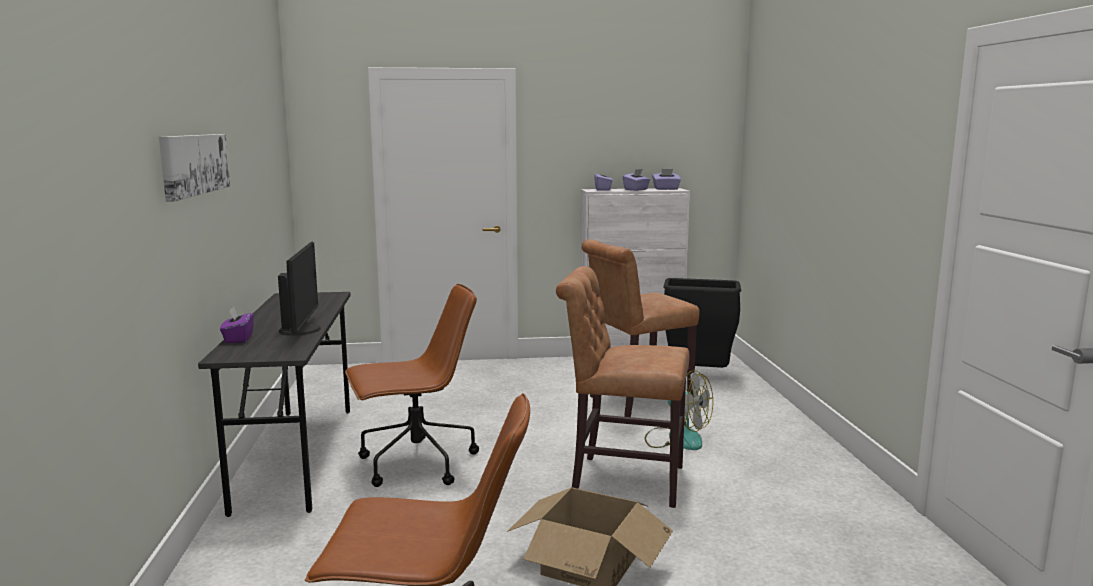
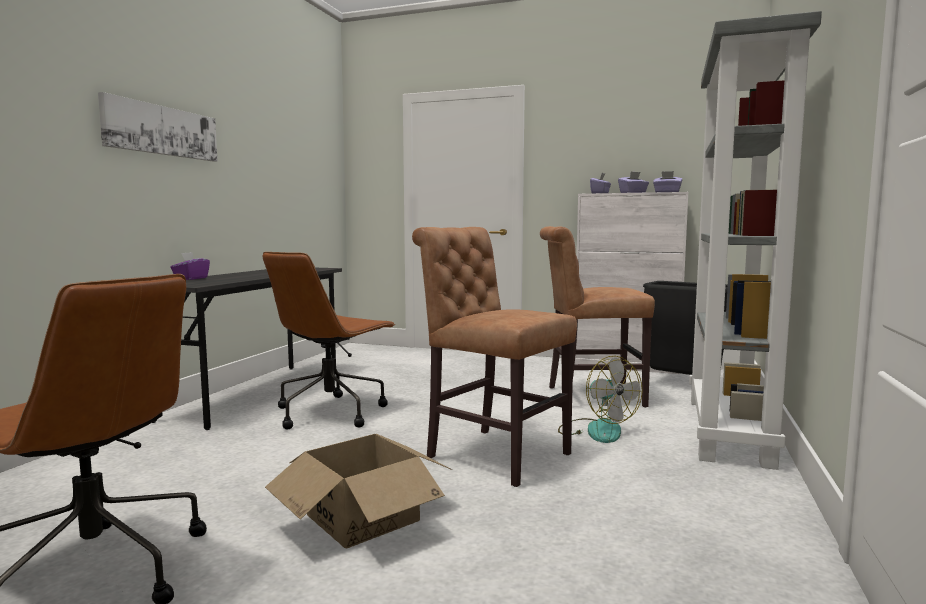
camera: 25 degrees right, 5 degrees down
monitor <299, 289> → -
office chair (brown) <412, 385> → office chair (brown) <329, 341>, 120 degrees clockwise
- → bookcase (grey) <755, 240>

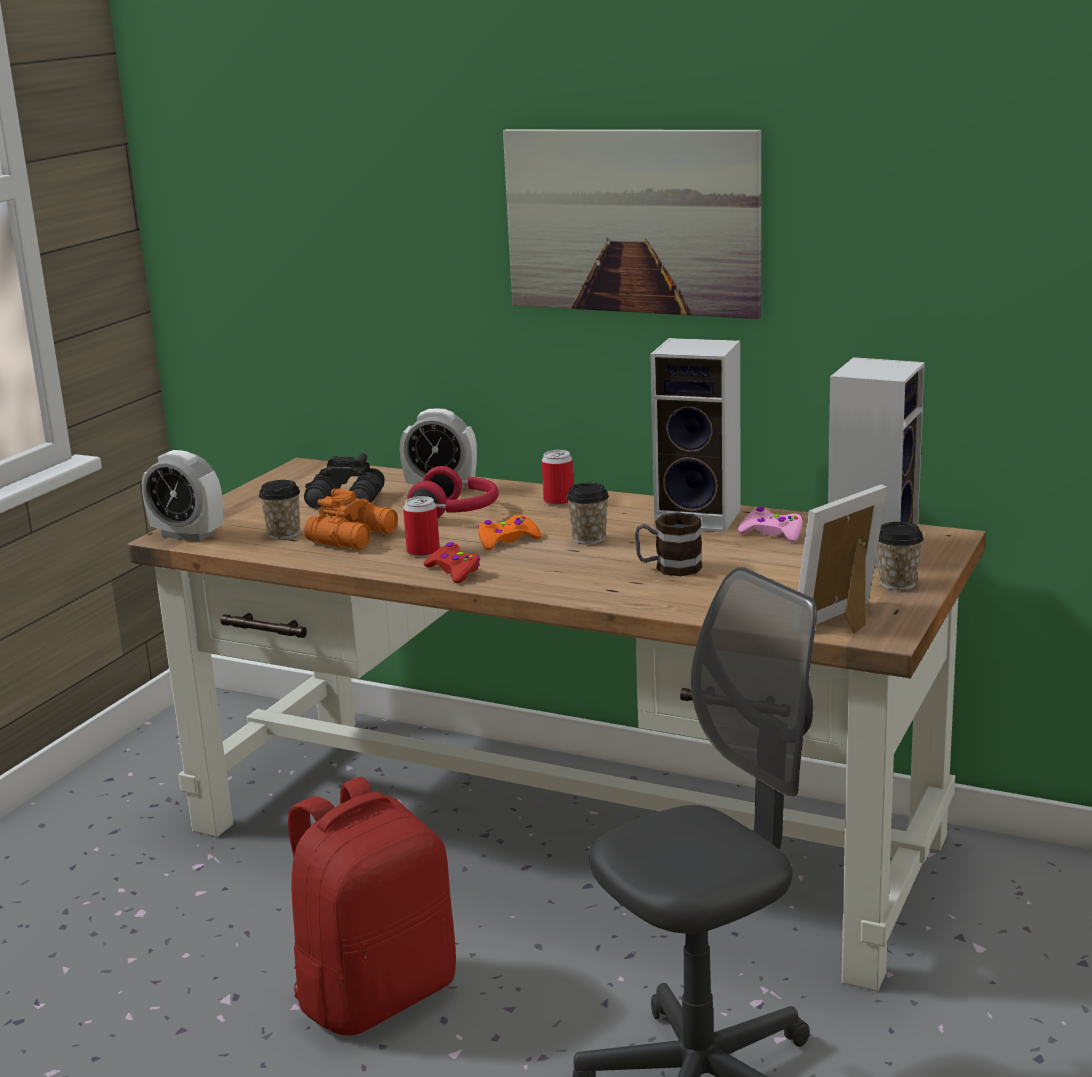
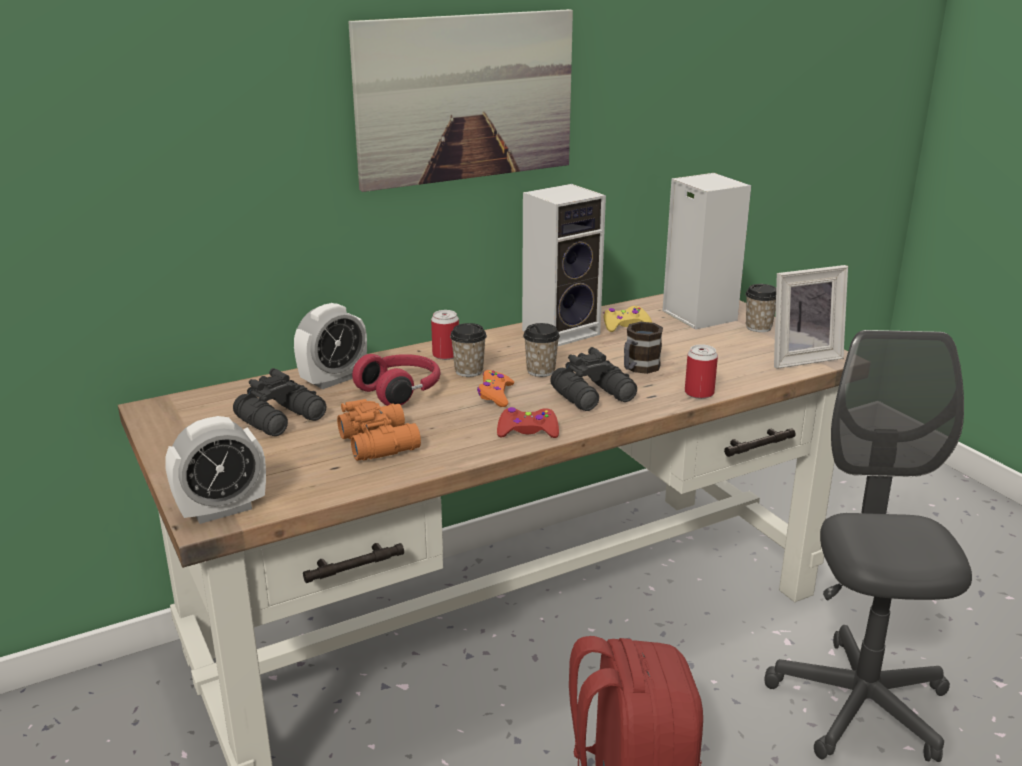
camera: 55 degrees left, 5 degrees up
cup <279, 510> → cup <468, 350>, relocated
picture frame <842, 558> → picture frame <811, 317>, 105 degrees counterclockwise
can <421, 526> → can <701, 371>, relocated
game controller (pink) <770, 524> → game controller (yellow) <628, 319>
- → binoculars (black) <593, 379>

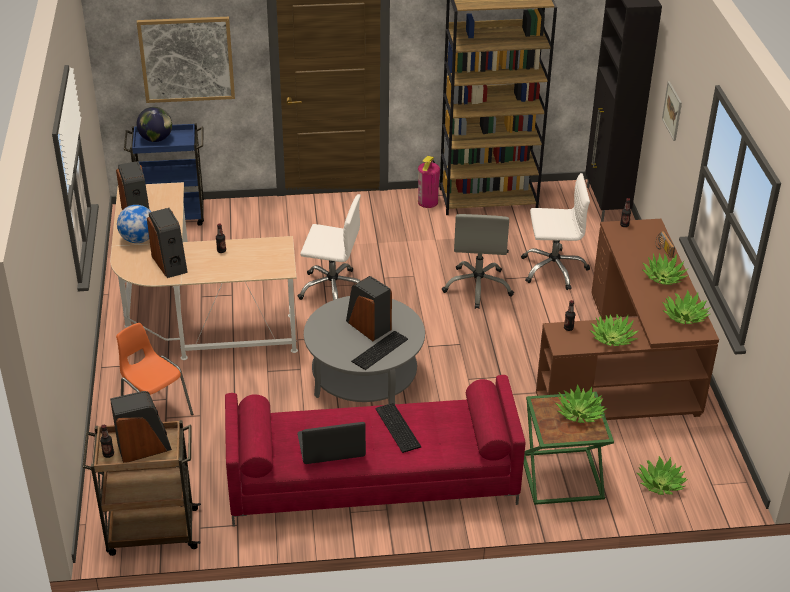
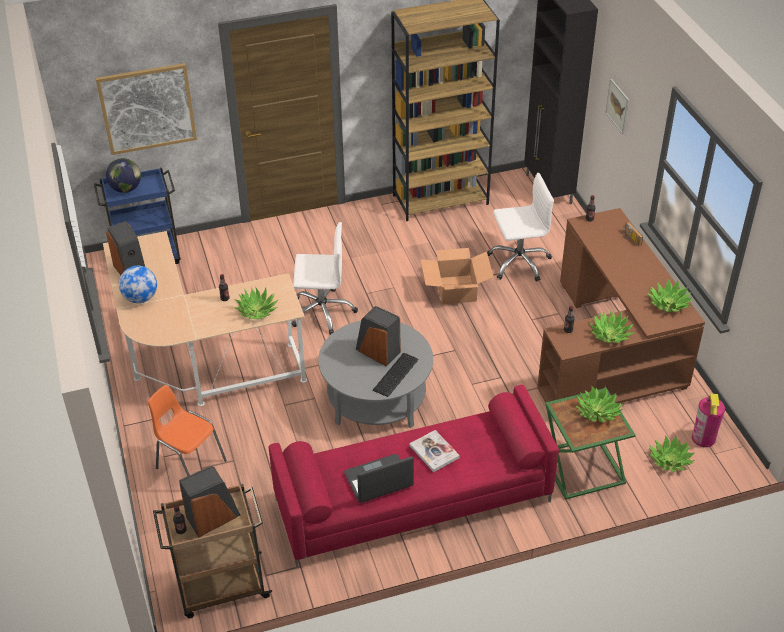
camera: 10 degrees left, 5 degrees up
fire extinguisher <429, 182> → fire extinguisher <708, 420>, relocated
speaker <167, 243> → -
office chair (grey) <478, 261> → cardboard box <456, 276>
potted plant <665, 269> → potted plant <256, 303>, relocated
keyboard <398, 428> → book <435, 451>

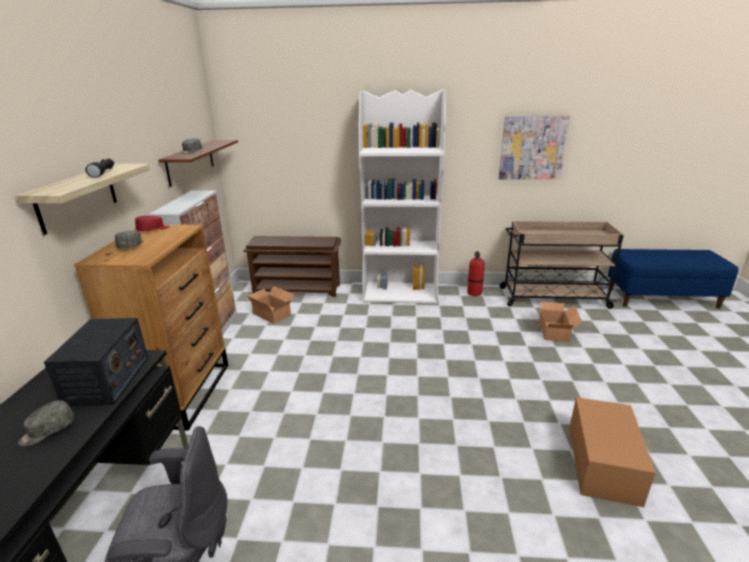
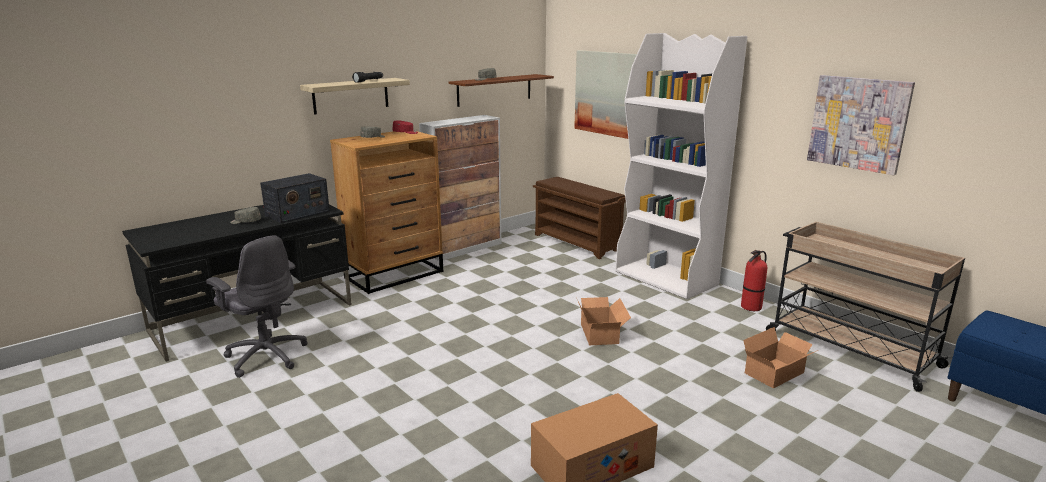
camera: 45 degrees right, 5 degrees down
cardboard box <271, 305> → cardboard box <603, 321>, relocated
- → picture <605, 94>

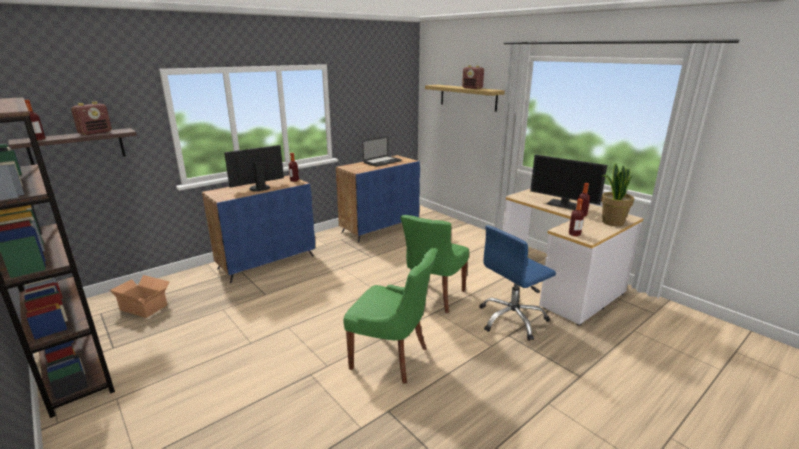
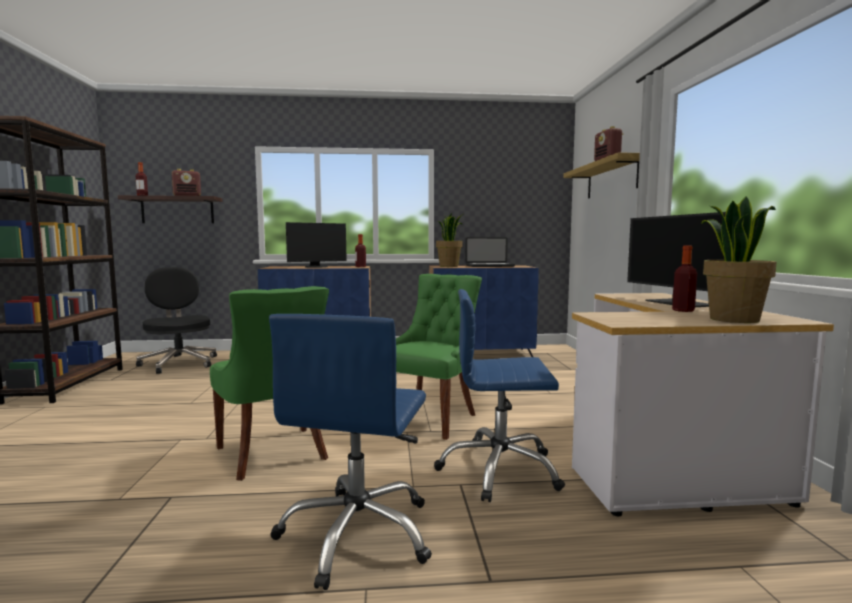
camera: 35 degrees right, 15 degrees down
monitor <254, 168> → monitor <316, 245>, 150 degrees clockwise
bottle <576, 217> → -
chair (green) <435, 264> → chair (green) <439, 357>, 150 degrees clockwise
cardboard box <139, 296> → office chair (black) <176, 320>
- → potted plant <449, 240>
- → office chair (blue) <350, 452>

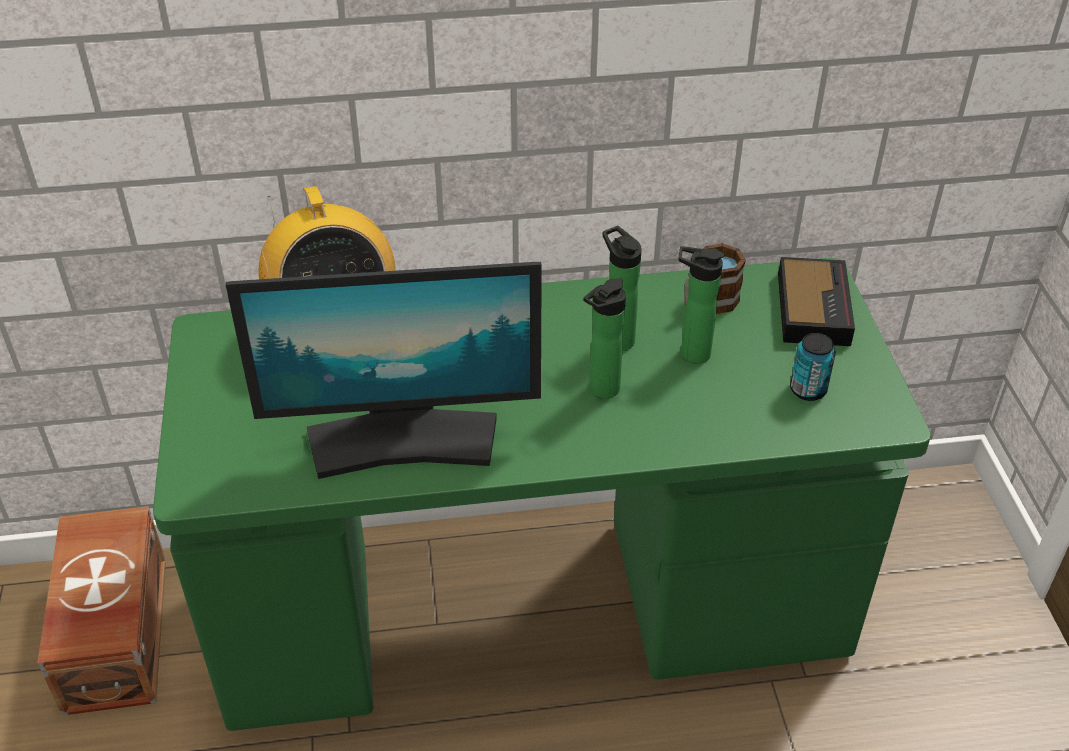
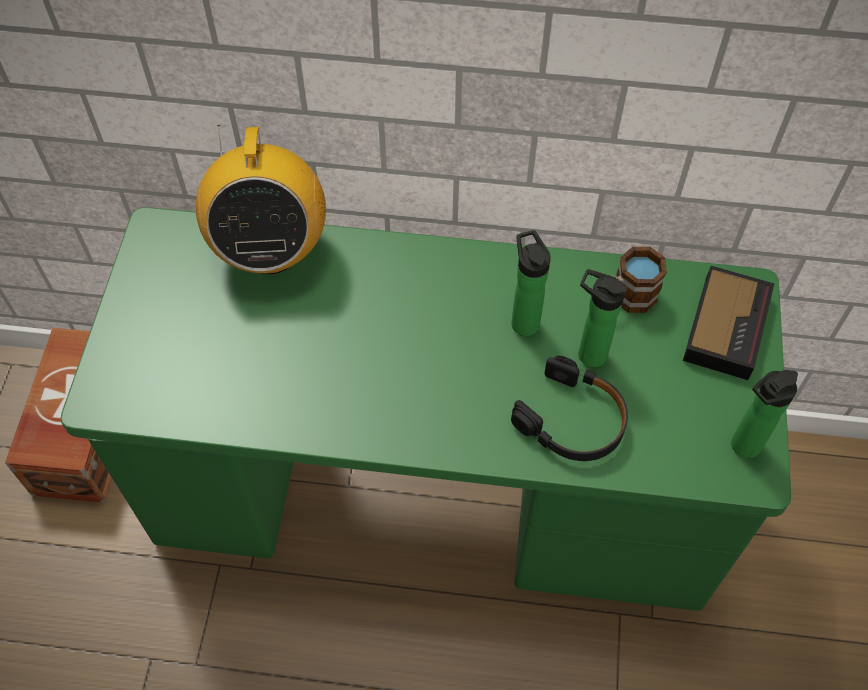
camera: 15 degrees right, 15 degrees up
monitor <384, 370> → -
bottle <604, 338> → bottle <764, 414>, relocated
can <813, 367> → -
- → headphones (black) <569, 408>

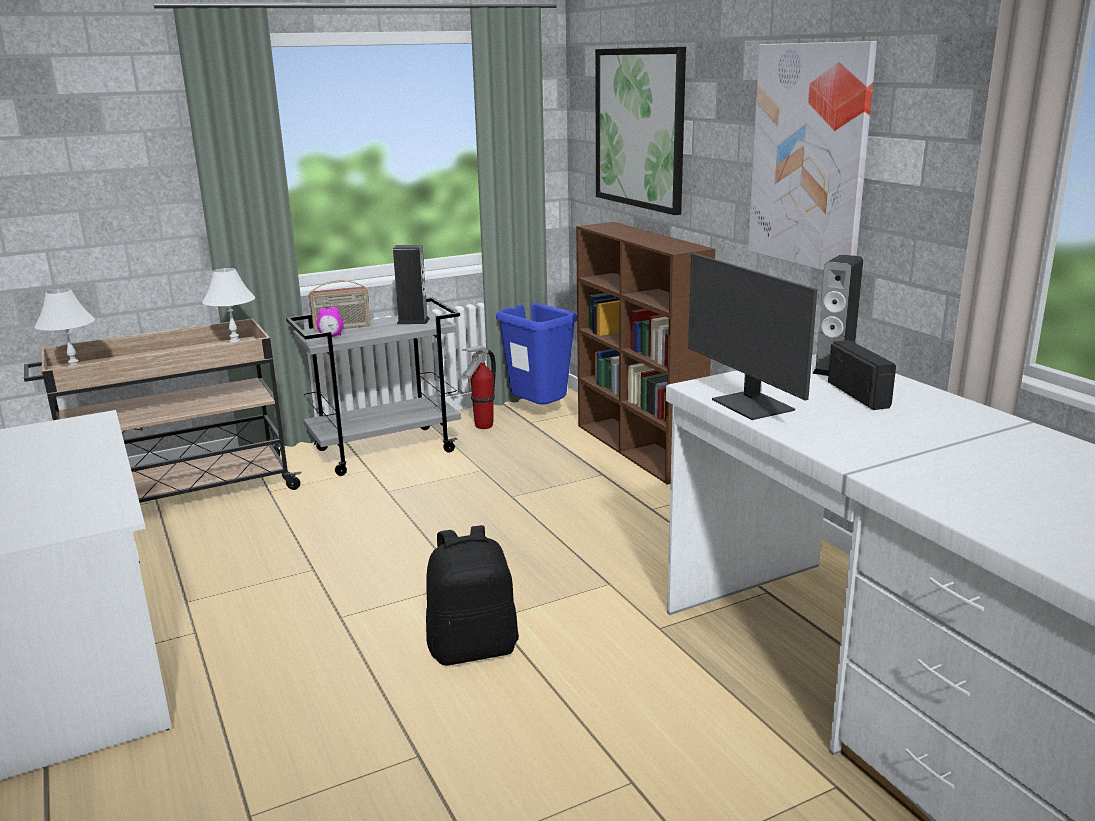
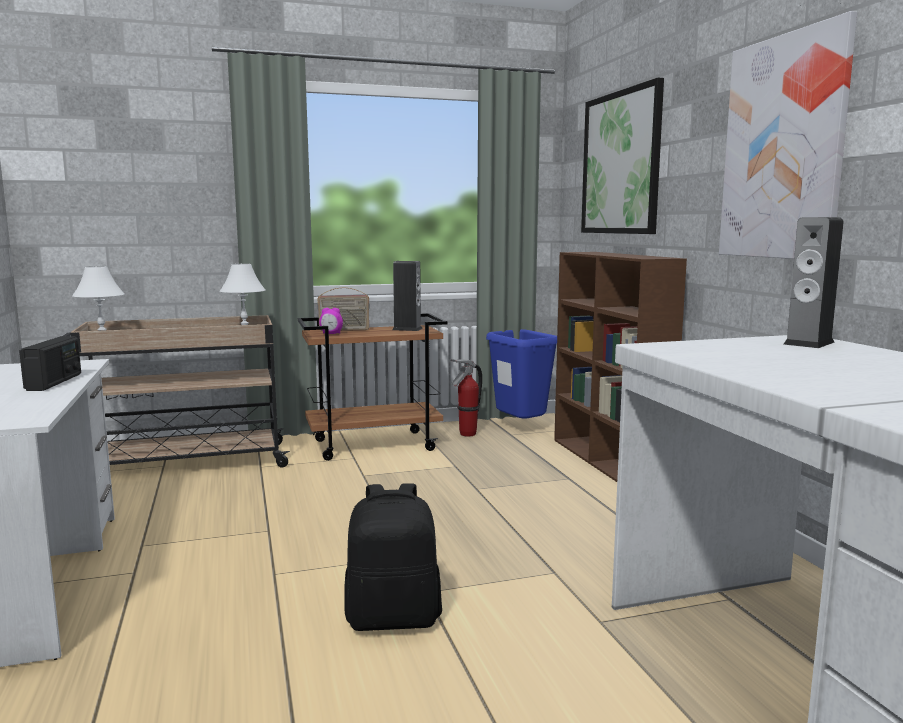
camera: 10 degrees right, 10 degrees down
monitor <752, 336> → -
cart (grey) <373, 386> → cart (brown) <373, 387>
radio <862, 375> → radio <50, 363>, relocated

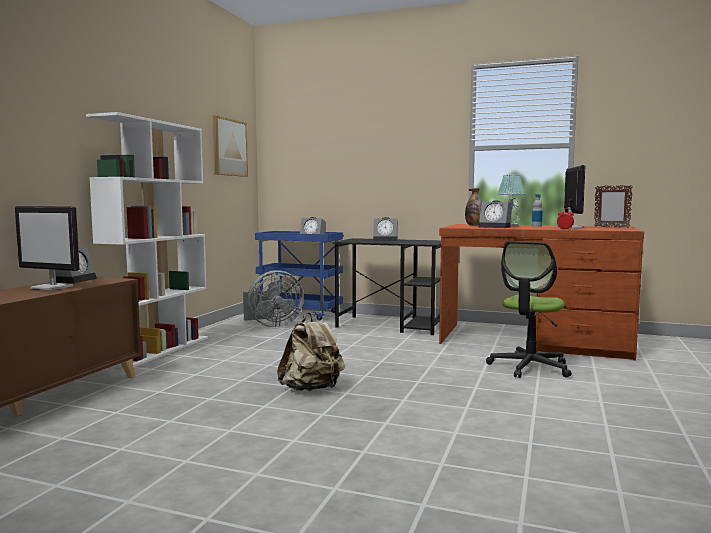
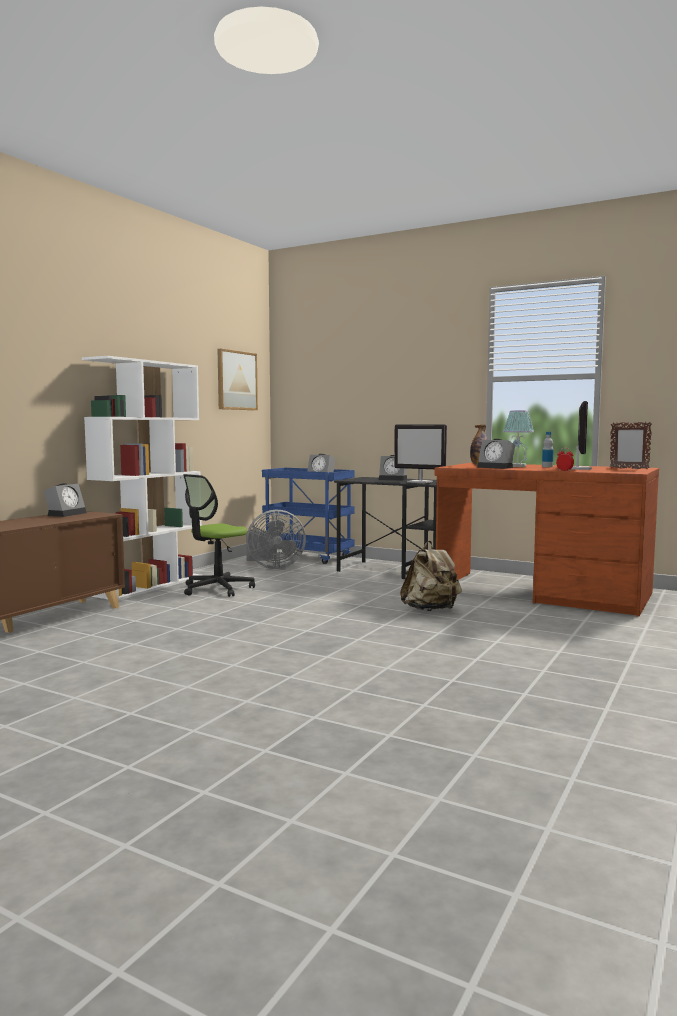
camera: 10 degrees right, 0 degrees up
monitor <47, 248> → monitor <420, 453>, relocated
office chair <529, 309> → office chair <219, 535>, relocated
backpack (beige) <311, 351> → backpack (beige) <431, 576>, relocated

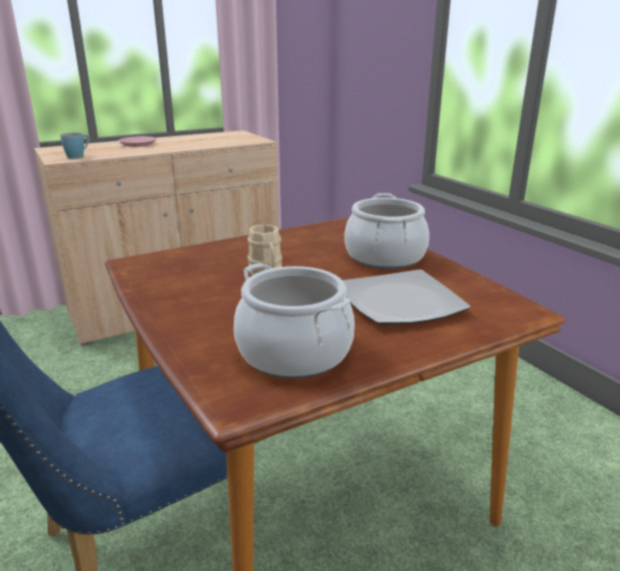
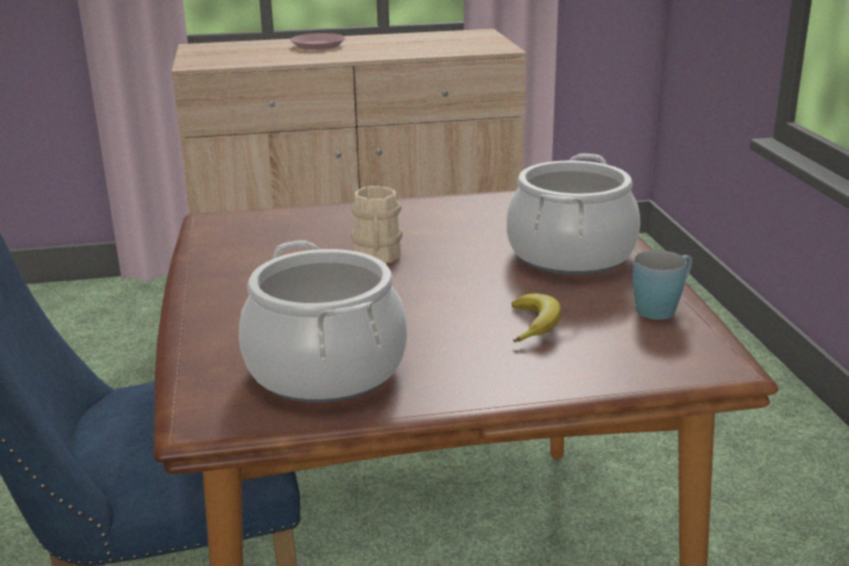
camera: 20 degrees right, 0 degrees up
mug (blue) <75, 146> → mug (blue) <662, 285>, relocated
plate <406, 297> → banana <536, 317>

